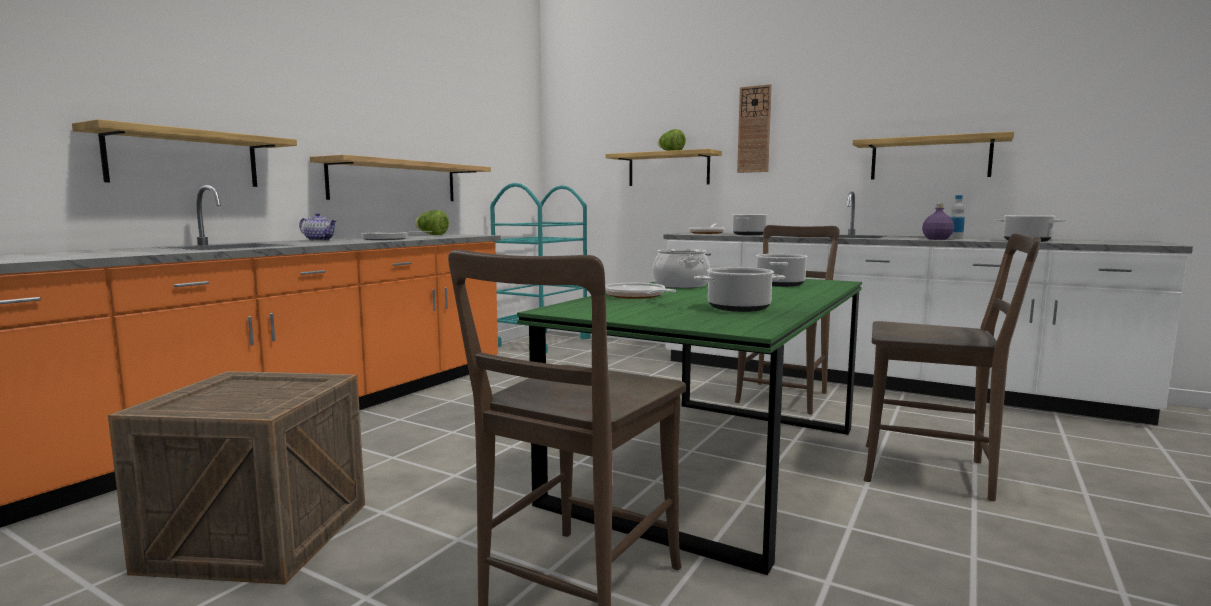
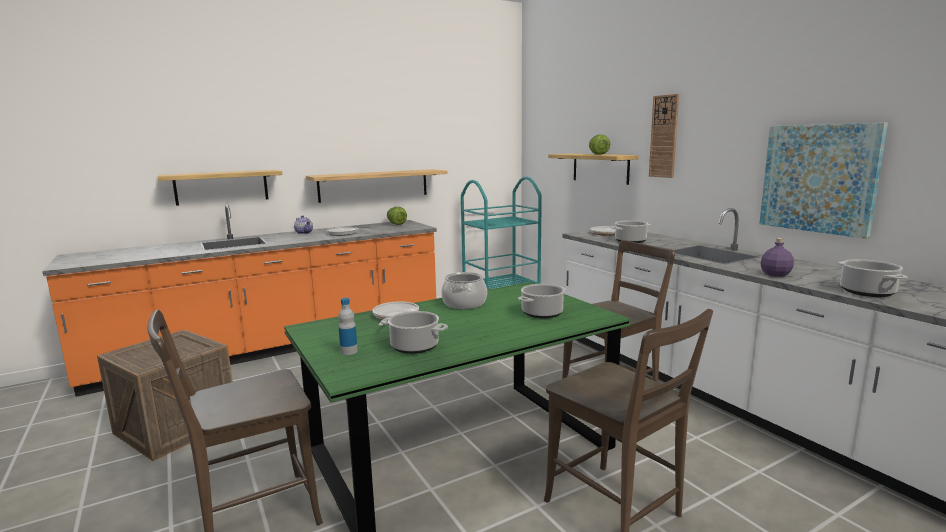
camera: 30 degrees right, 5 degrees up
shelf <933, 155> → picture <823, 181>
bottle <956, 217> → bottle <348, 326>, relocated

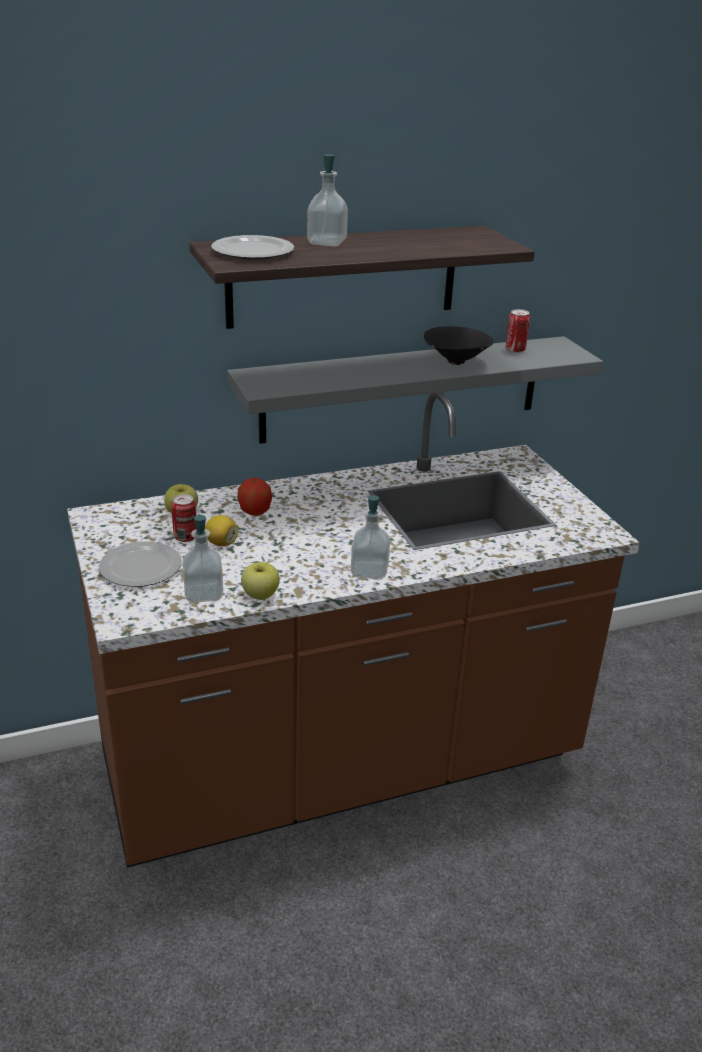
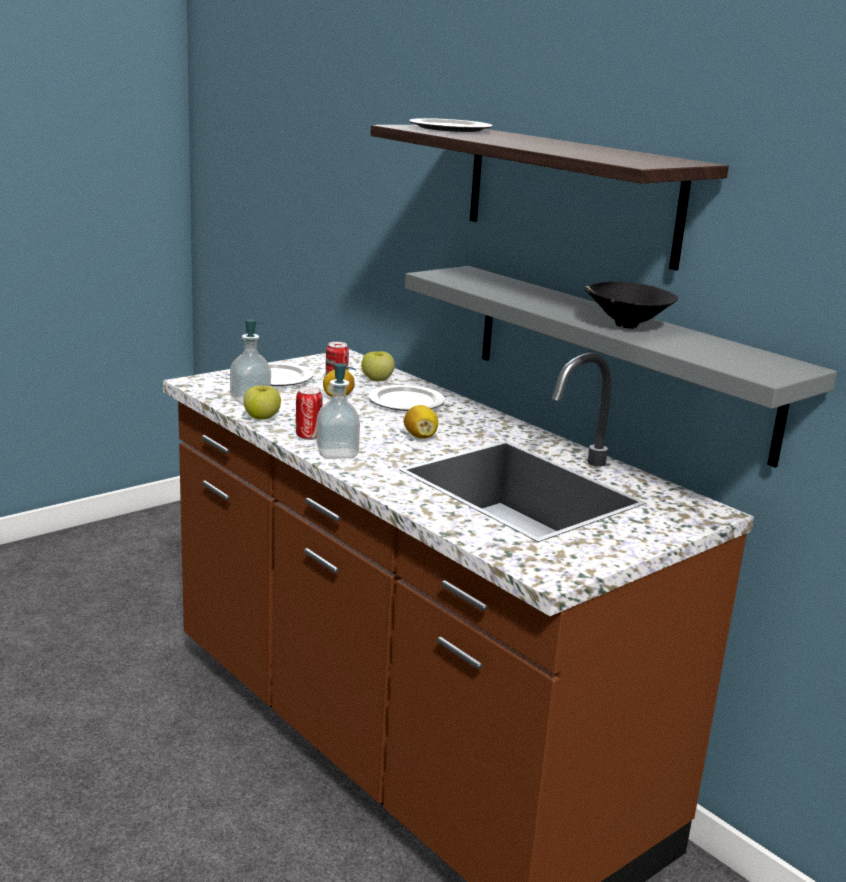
camera: 70 degrees right, 10 degrees down
soap dispenser <327, 200> → -
can <518, 331> → can <309, 413>, relocated
apple <254, 497> → plate <407, 398>
- → lemon <421, 422>

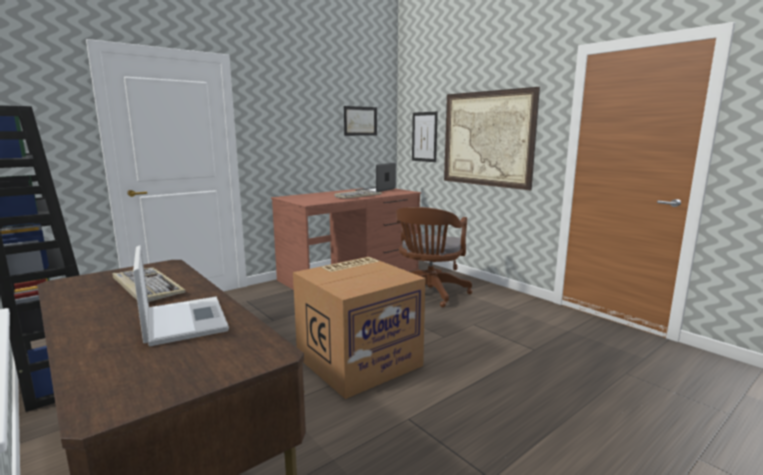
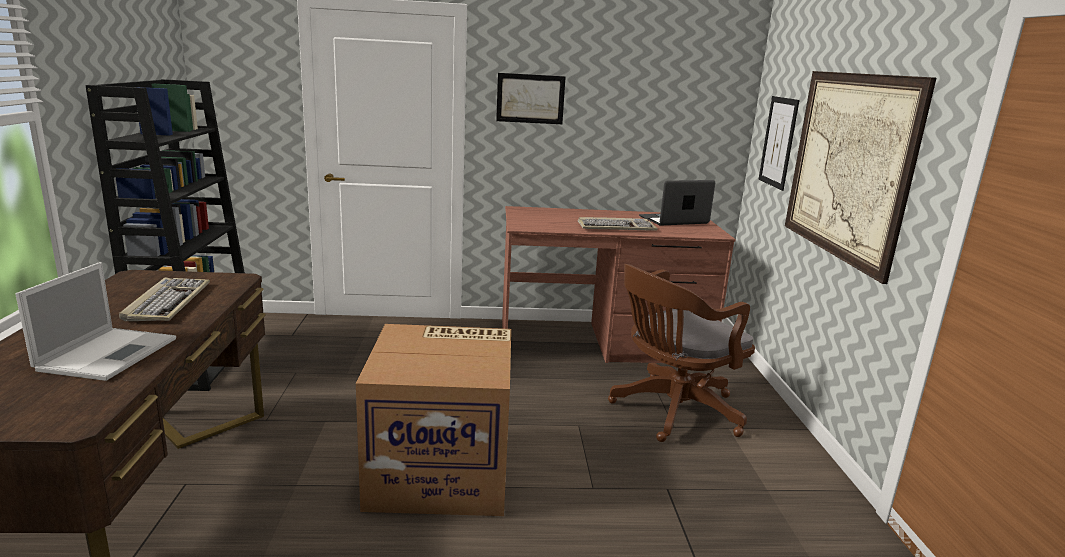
camera: 35 degrees right, 5 degrees up
picture <360, 121> → picture <531, 98>, relocated

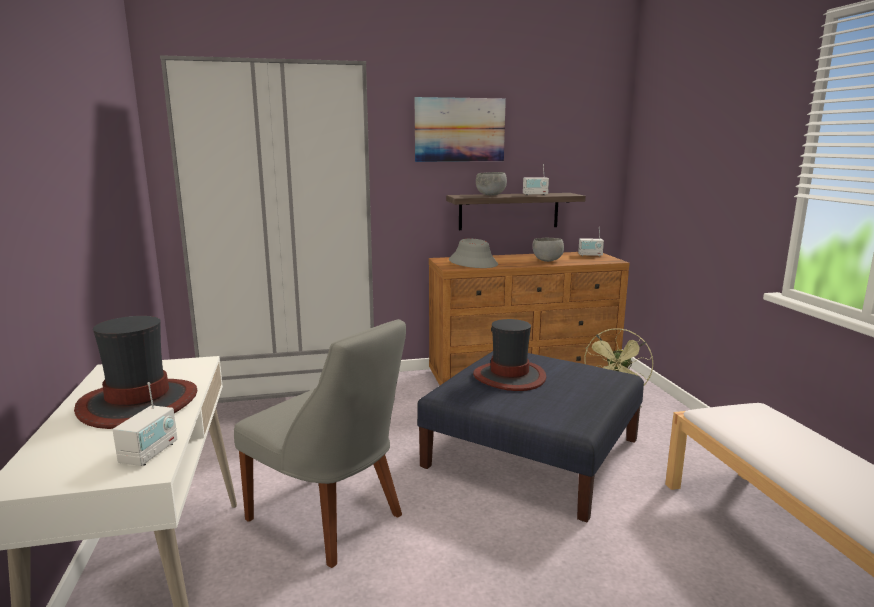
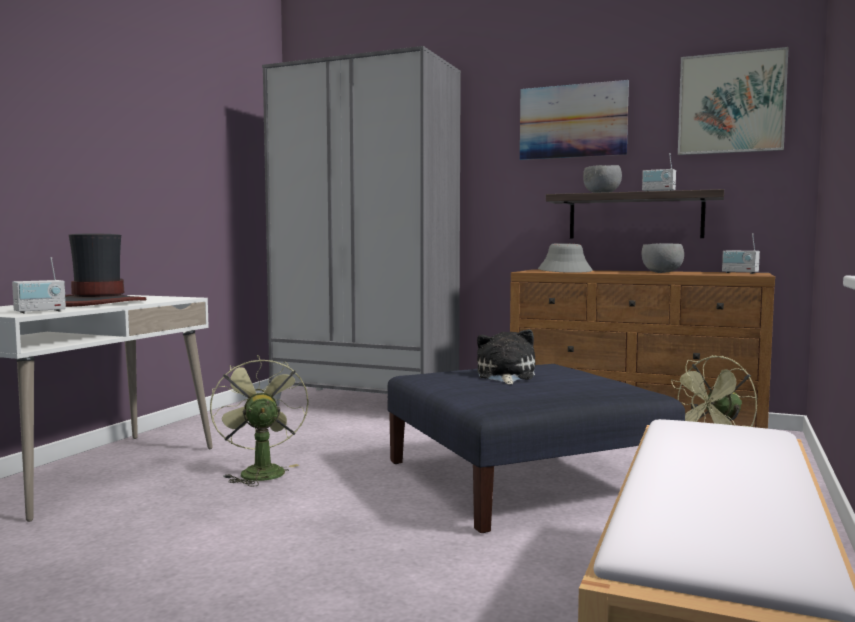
camera: 35 degrees right, 10 degrees down
chair (grey) <320, 443> → fan (green) <259, 421>
hat <509, 355> → plush toy <506, 357>
- → picture <733, 101>

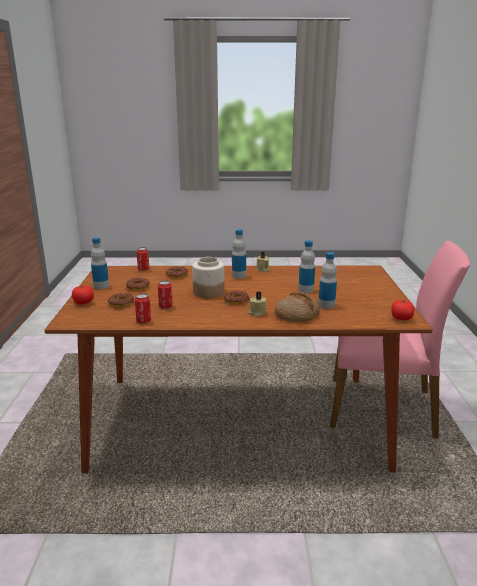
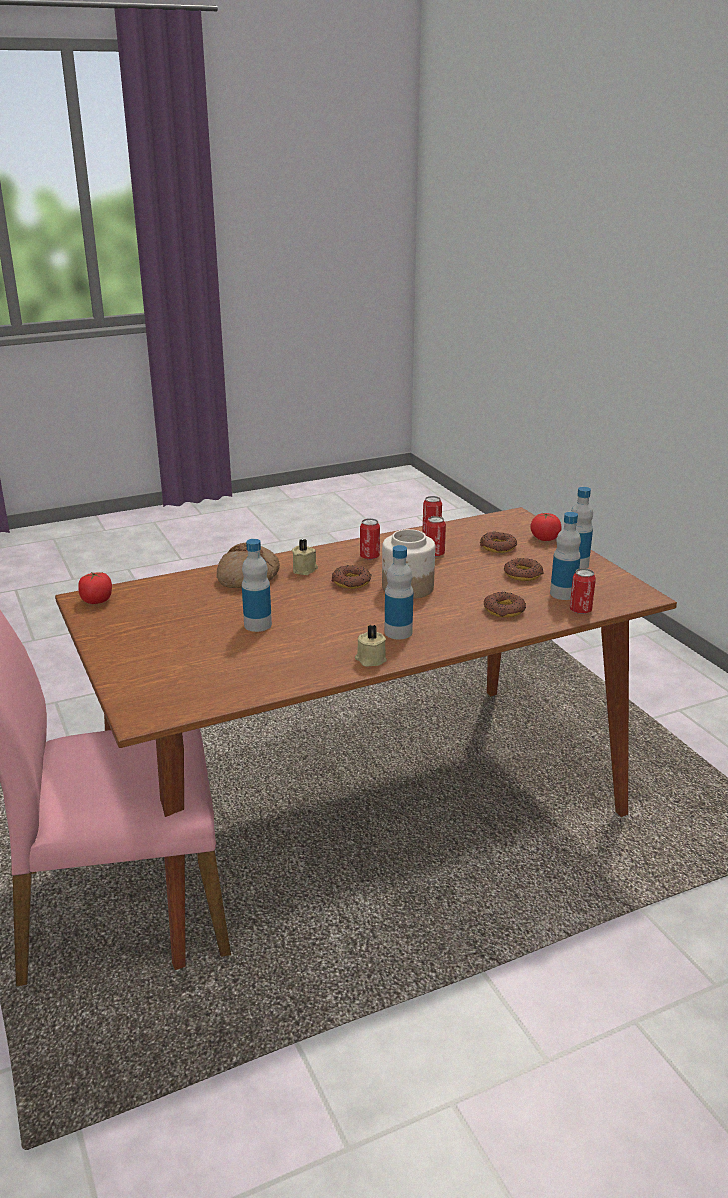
camera: 155 degrees right, 5 degrees up
bottle <327, 280> → bottle <565, 556>, relocated
- → can <370, 539>

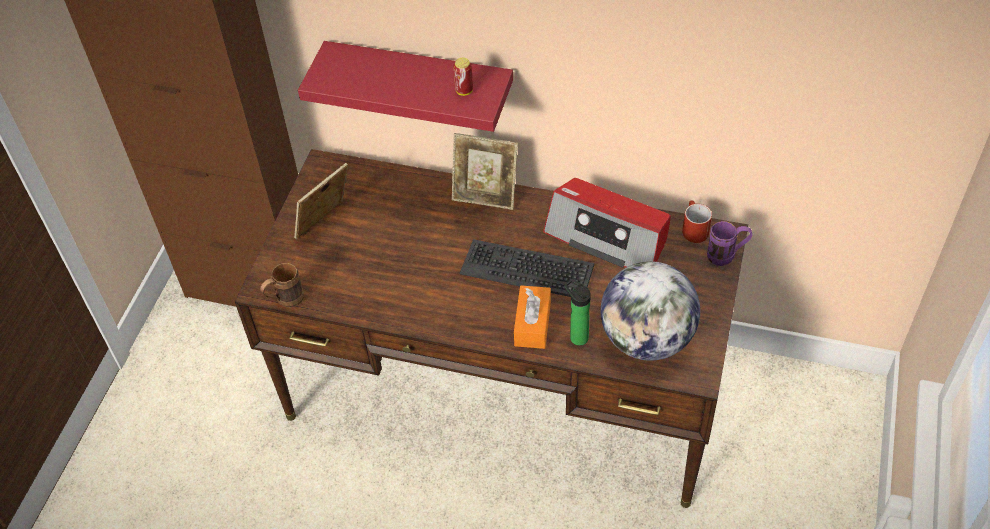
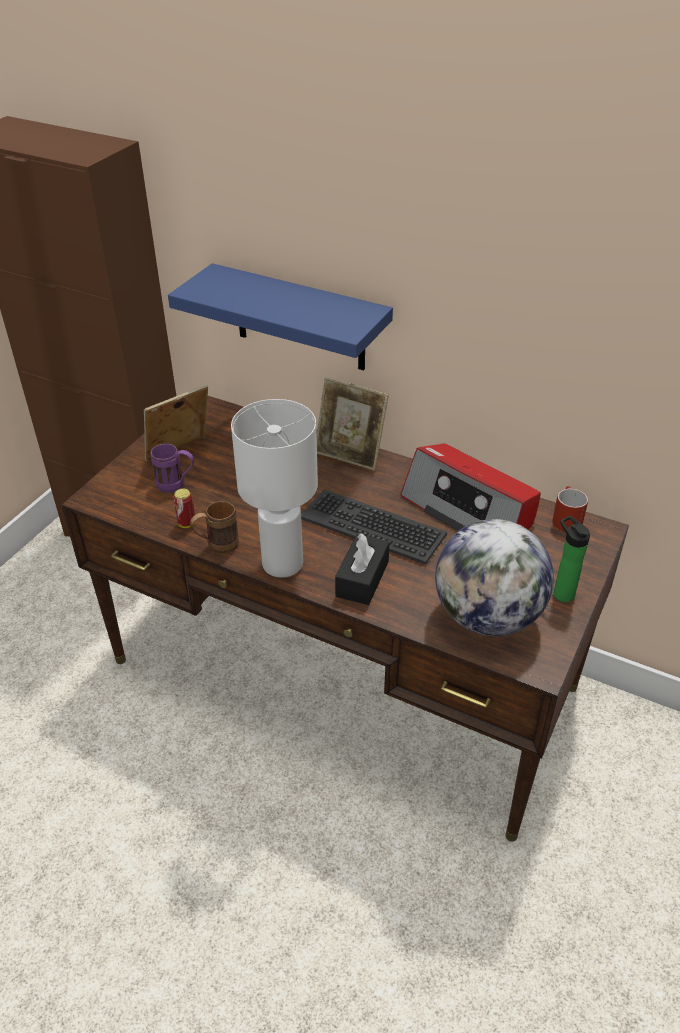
camera: 10 degrees right, 10 degrees down
shelf (red) <405, 86> → shelf (blue) <280, 316>
can <463, 77> → can <184, 508>, relocated
mug (purple) <729, 243> → mug (purple) <172, 468>, relocated
mug (brown) <282, 285> → mug (brown) <214, 527>, relocated
bottle <577, 312> → bottle <572, 559>, relocated
tissue box (orange) <532, 317> → tissue box (black) <362, 569>
- → table lamp (white) <274, 488>

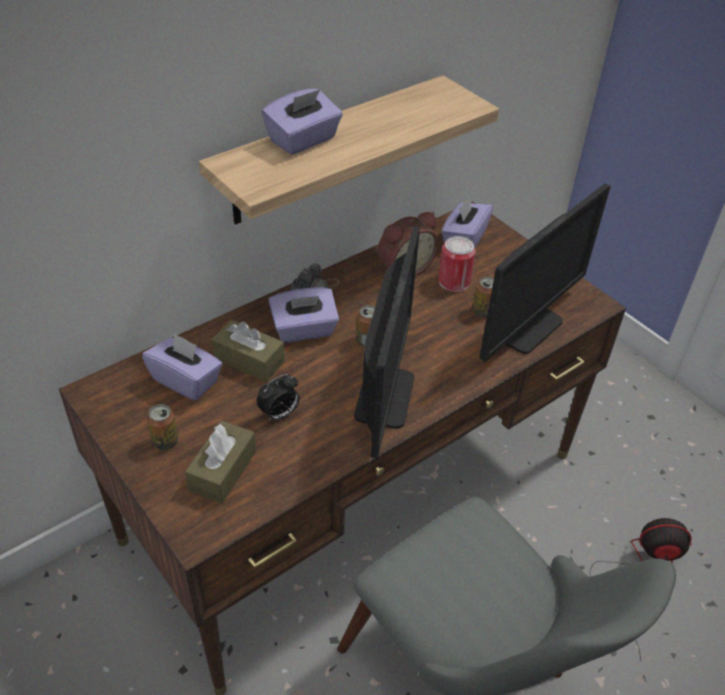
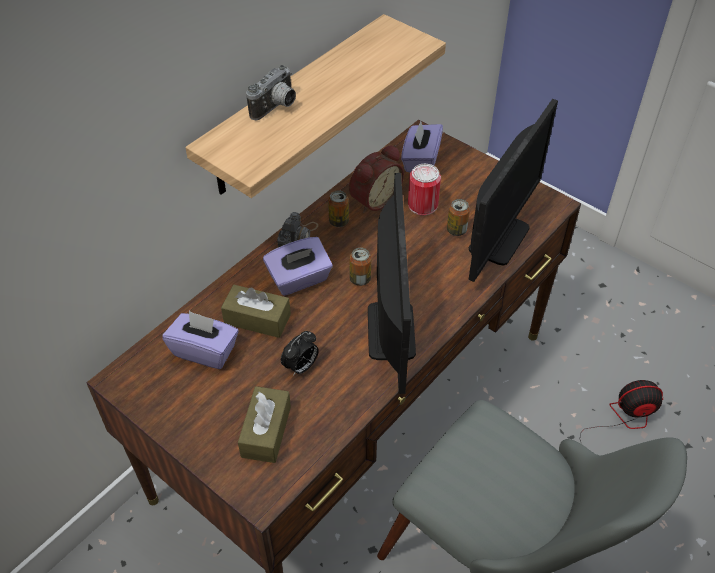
camera: 10 degrees left, 5 degrees up
tissue box (purple) <302, 122> → photo camera <271, 92>
can <163, 427> → can <338, 208>, relocated

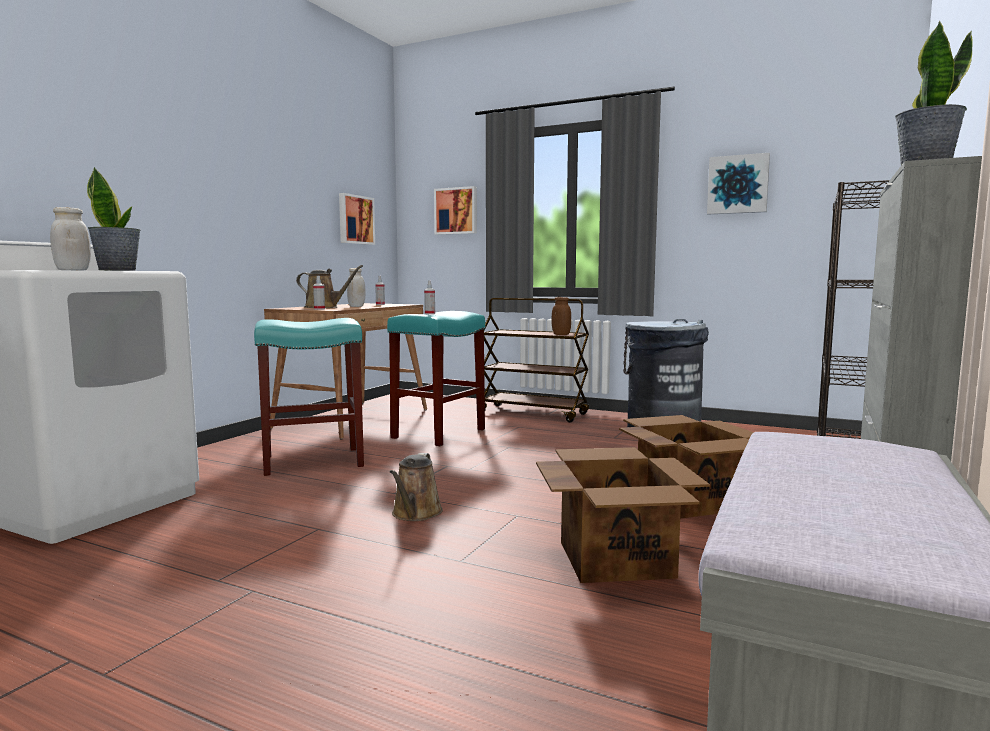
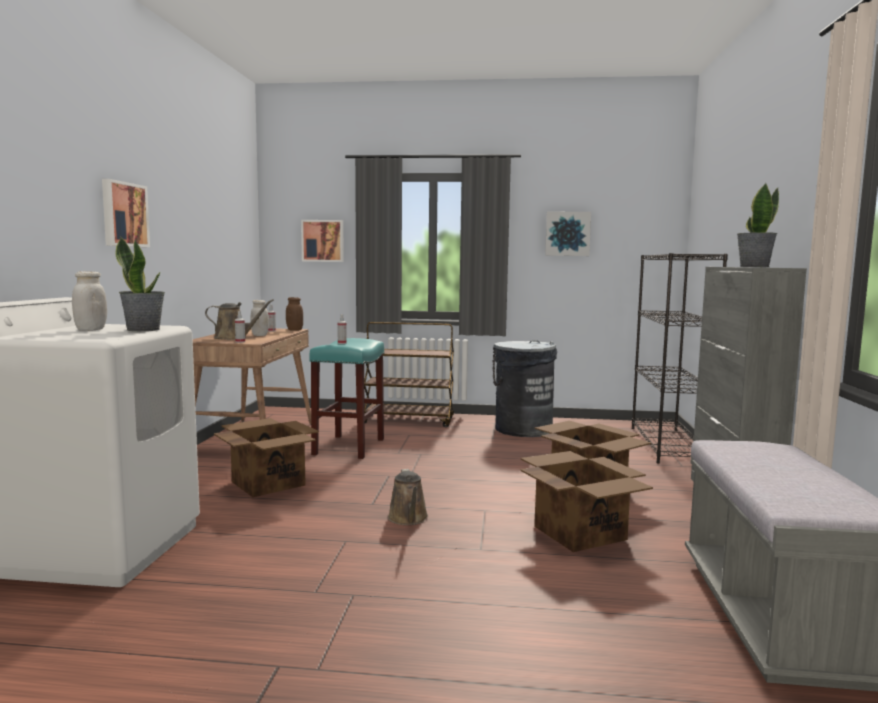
camera: 20 degrees left, 0 degrees up
picture <357, 219> → picture <126, 213>, relocated
jar (brown) <561, 316> → jar (brown) <294, 314>, relocated
stool (turquoise) <309, 397> → cardboard box <266, 457>

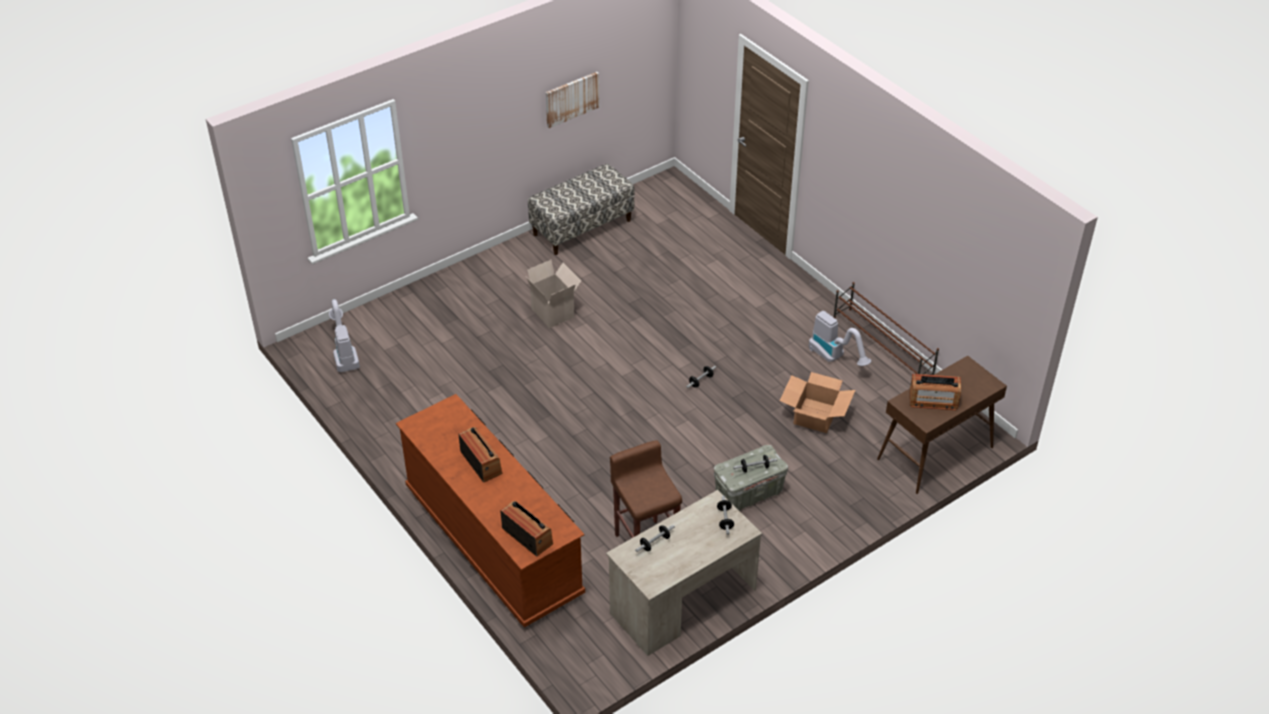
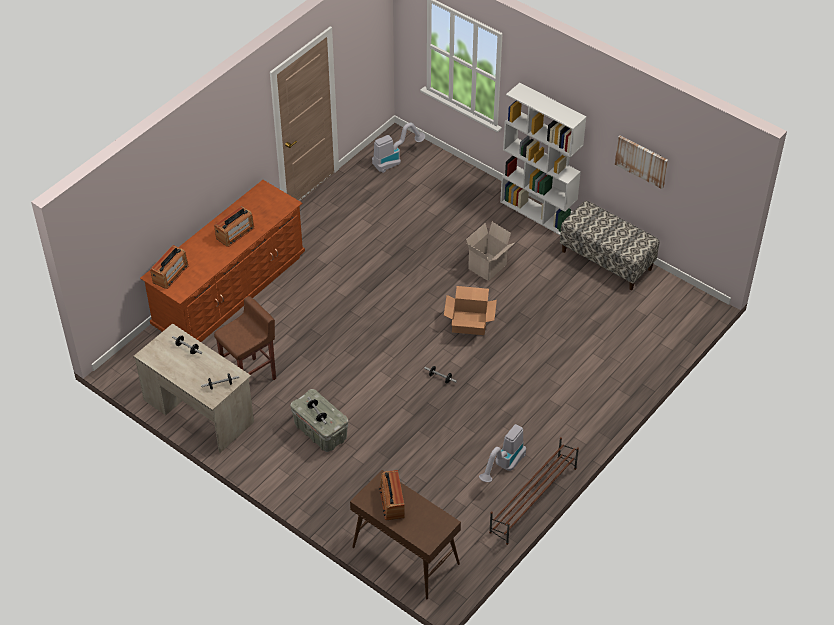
camera: 75 degrees right, 5 degrees up
cardboard box <817, 402> → cardboard box <470, 310>, relocated
- → bookcase (white) <543, 159>

